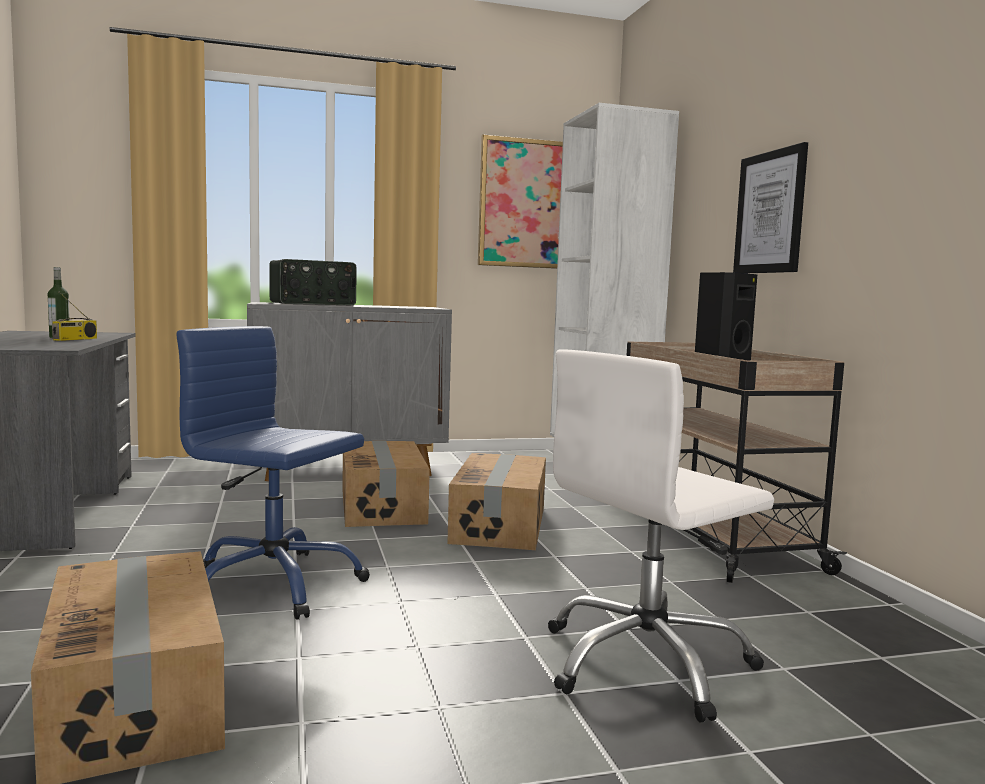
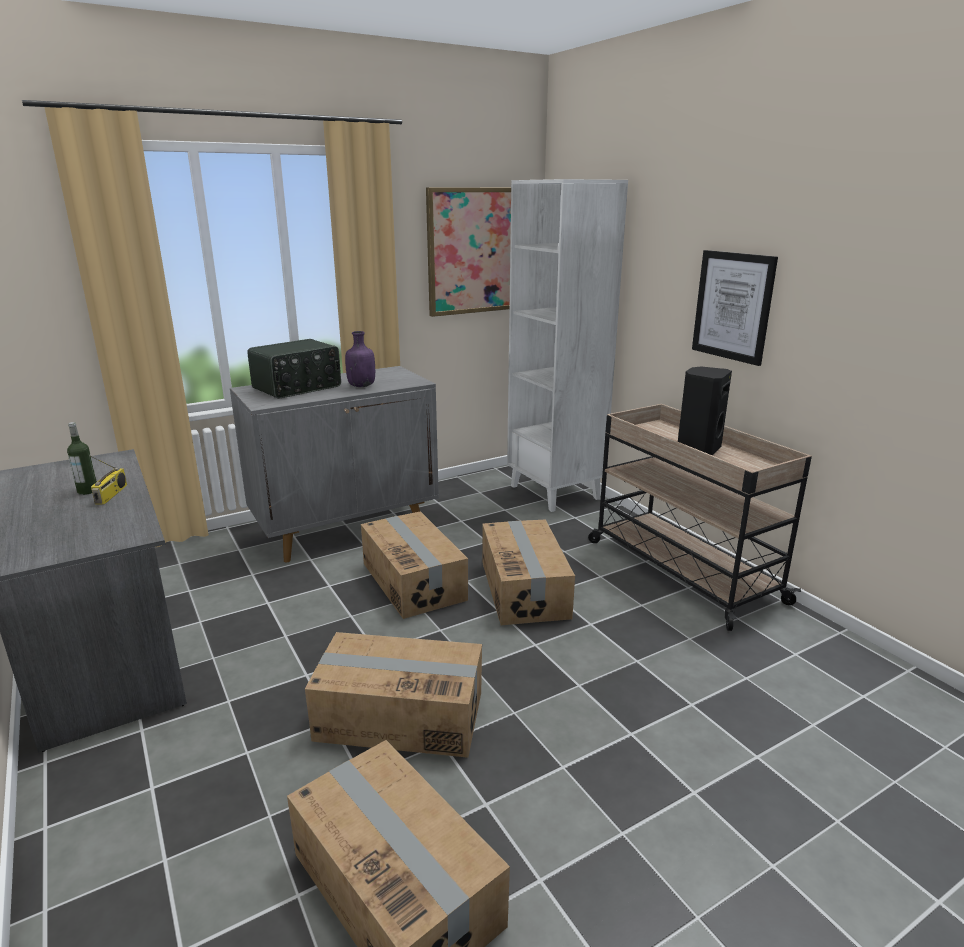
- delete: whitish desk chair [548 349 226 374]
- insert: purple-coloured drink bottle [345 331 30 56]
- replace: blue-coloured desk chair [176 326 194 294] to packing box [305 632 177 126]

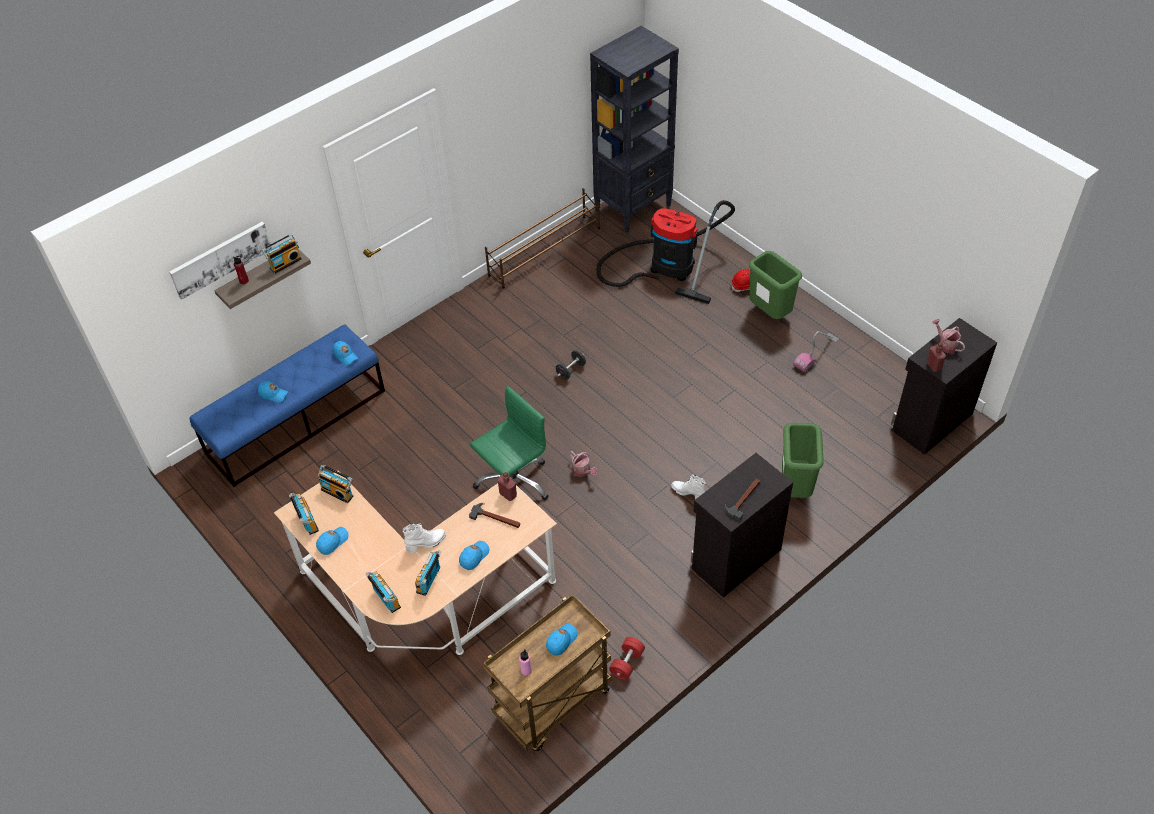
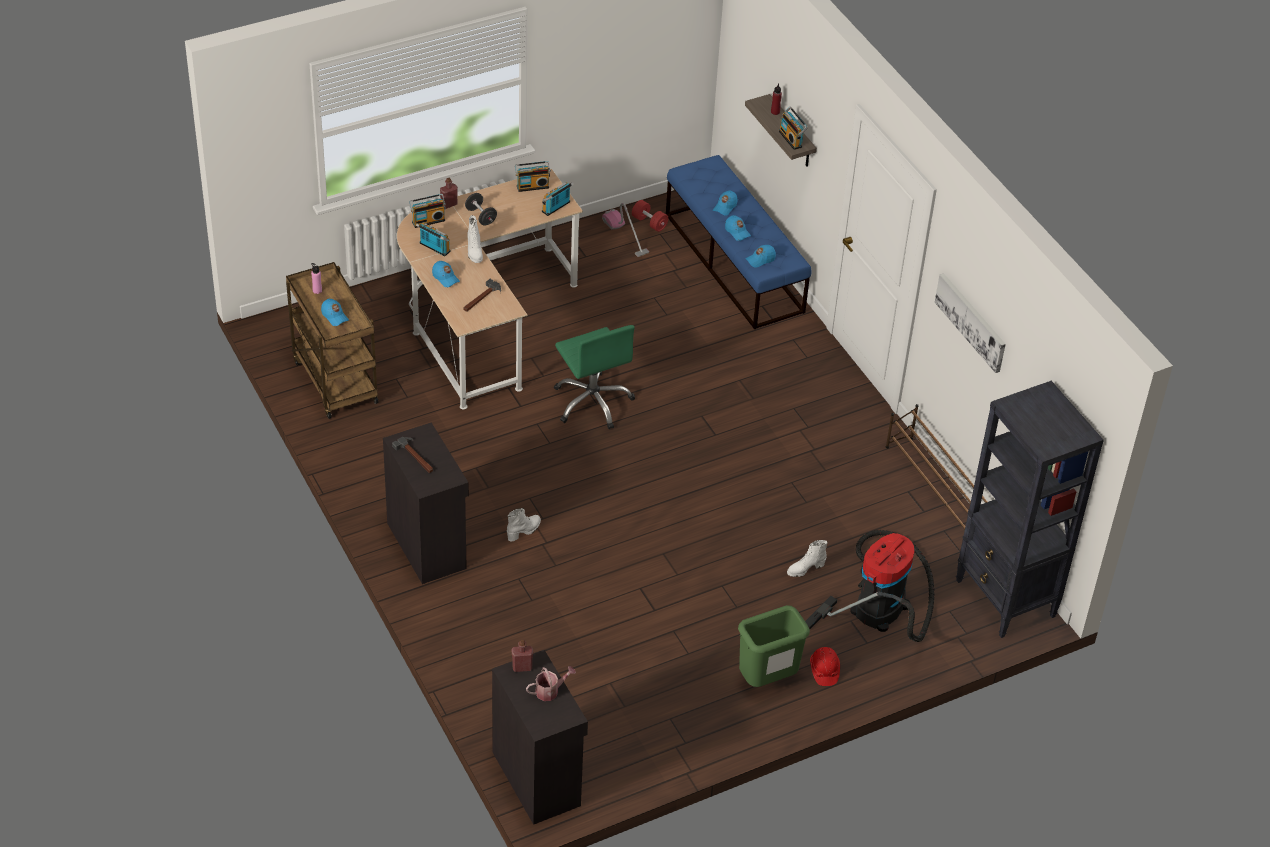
- delete: watering can [570 451 28 26]
- delete: greenish waste bin [782 423 42 75]
- insert: whitish boot [787 540 41 37]
- move: picture [169 222 103 78] to [935 273 71 100]
- move: blue-coloured baseball cap [316 527 33 28] to [725 215 26 26]
- move: reddish drink bottle [498 472 19 29] to [440 178 18 31]
- move: black-coloured free weight [556 350 30 30] to [465 193 32 32]
- move: reddish free weight [609 637 36 43] to [632 200 36 32]
- move: vacuum [793 331 46 41] to [602 203 47 54]

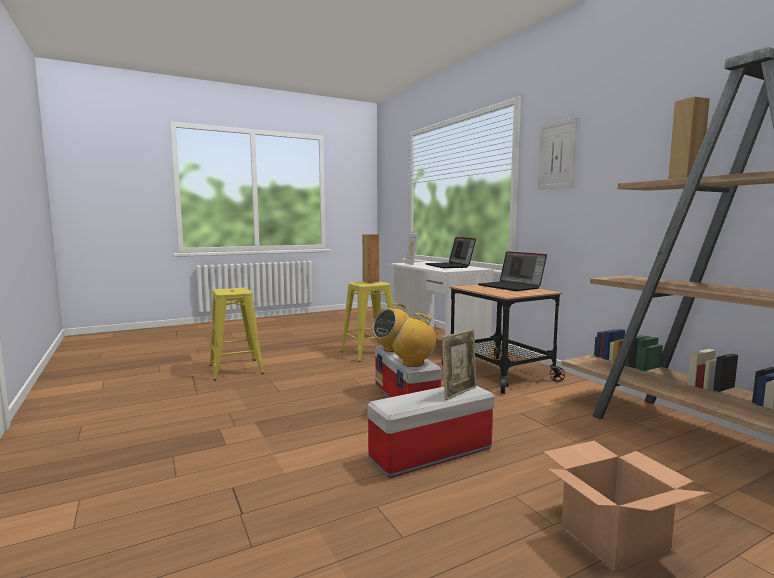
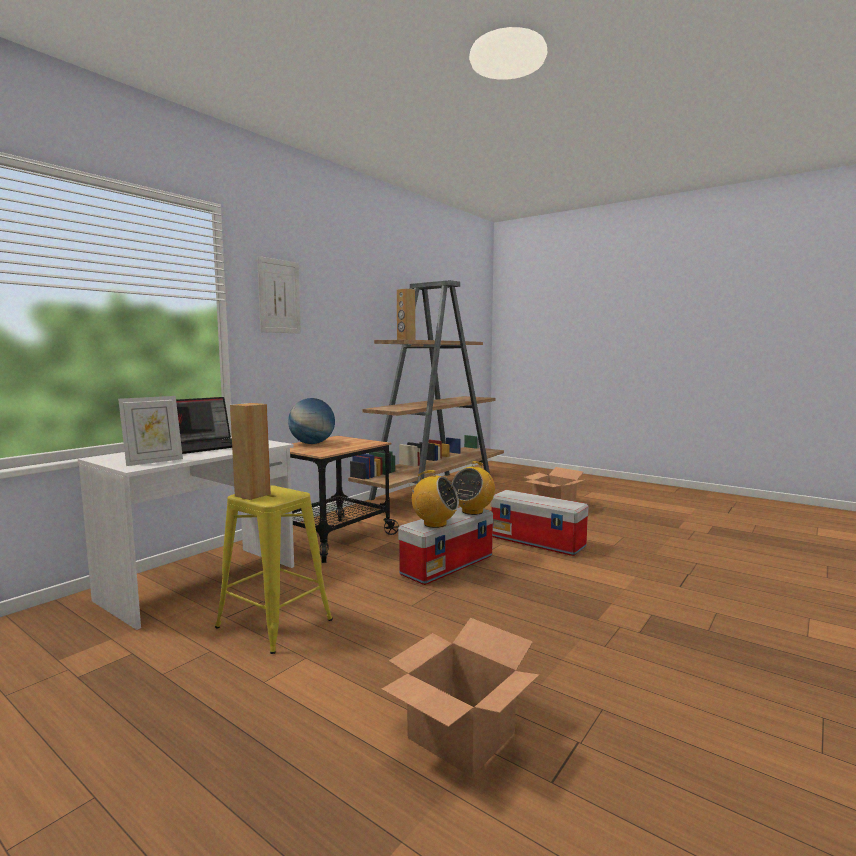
- delete: standing frame [442 329 34 71]
- replace: yellowish sitting stool [209 288 55 92] to packing box [381 618 158 159]
- replace: laptop [478 251 69 40] to globe [288 398 47 46]
- rotate: radio [392 313 45 54] = [452 461 43 54] 45 degrees clockwise

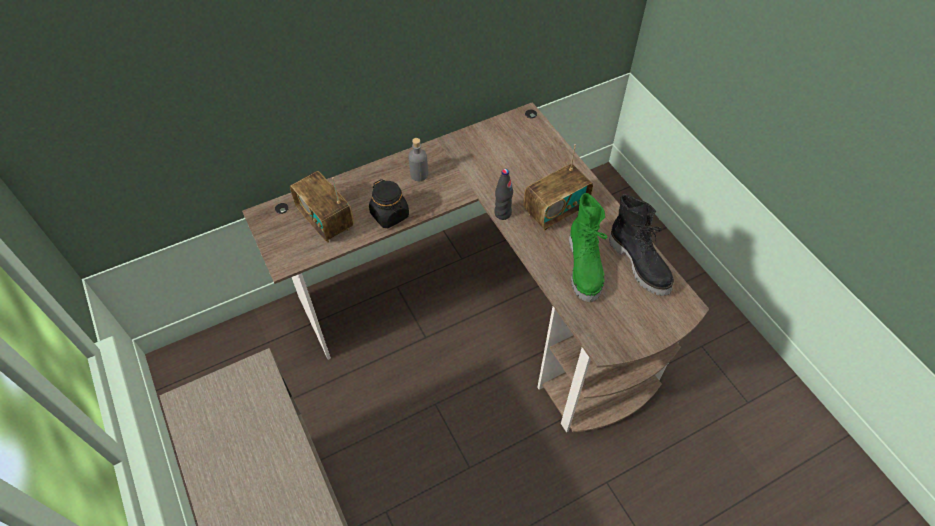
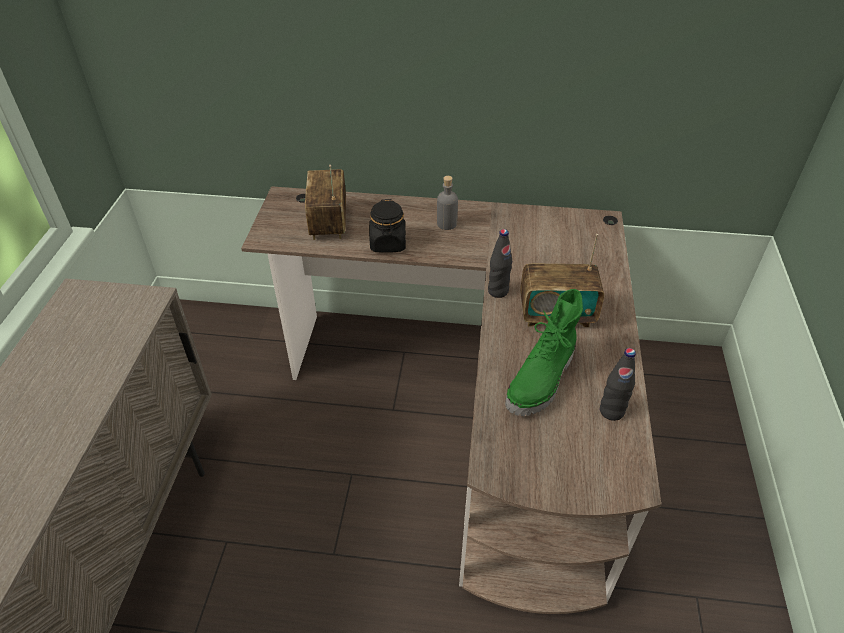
- replace: black-coloured boot [609 195 65 101] to black-coloured drink bottle [600 348 36 73]

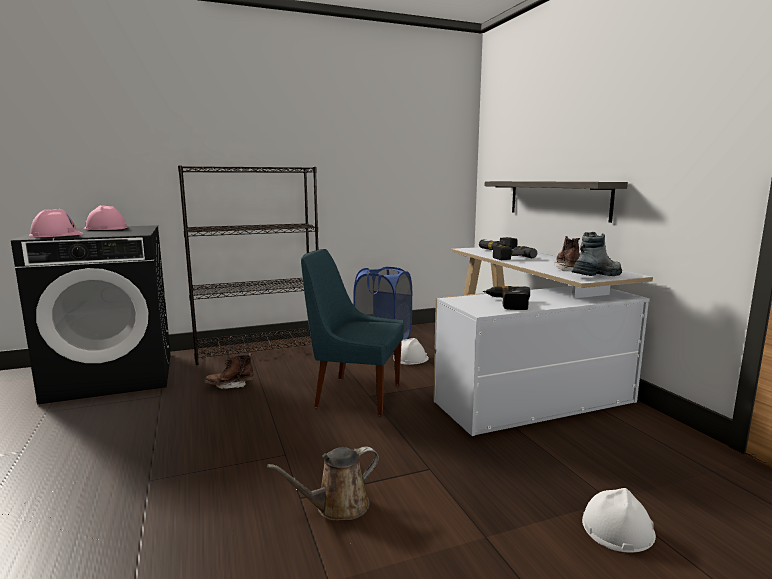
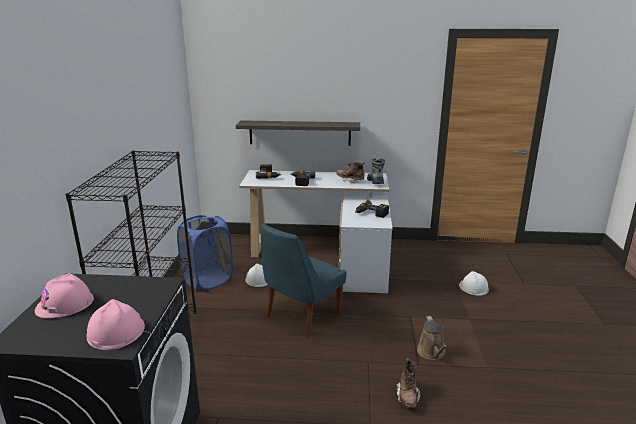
- move: brownish boot [204 353 50 36] to [396 358 24 50]

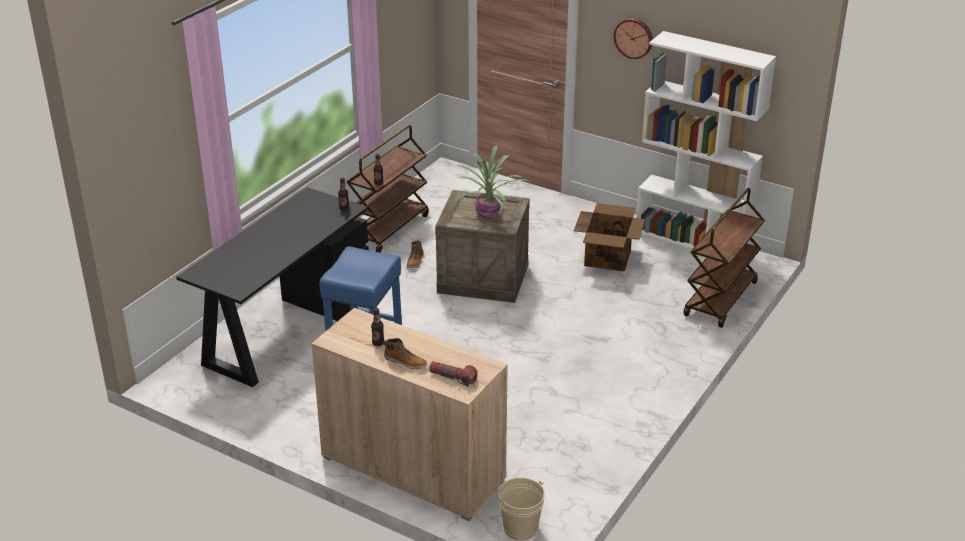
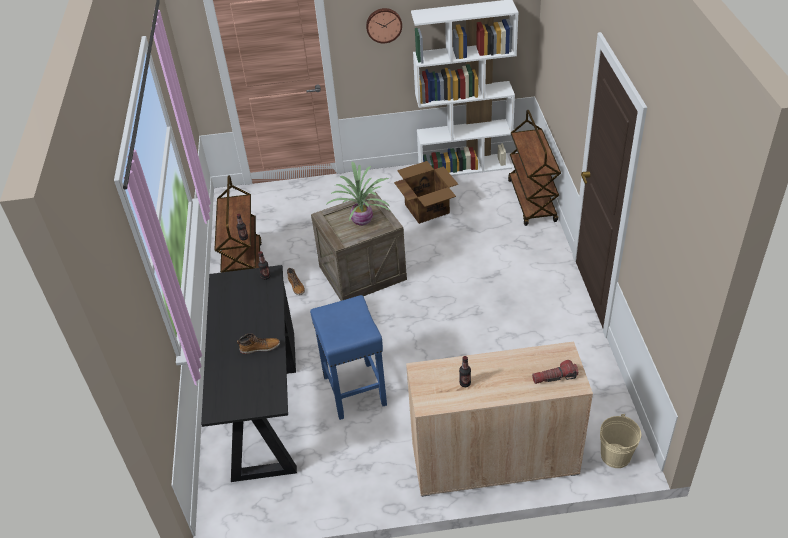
- move: boot [383 338 44 31] to [237 333 43 21]

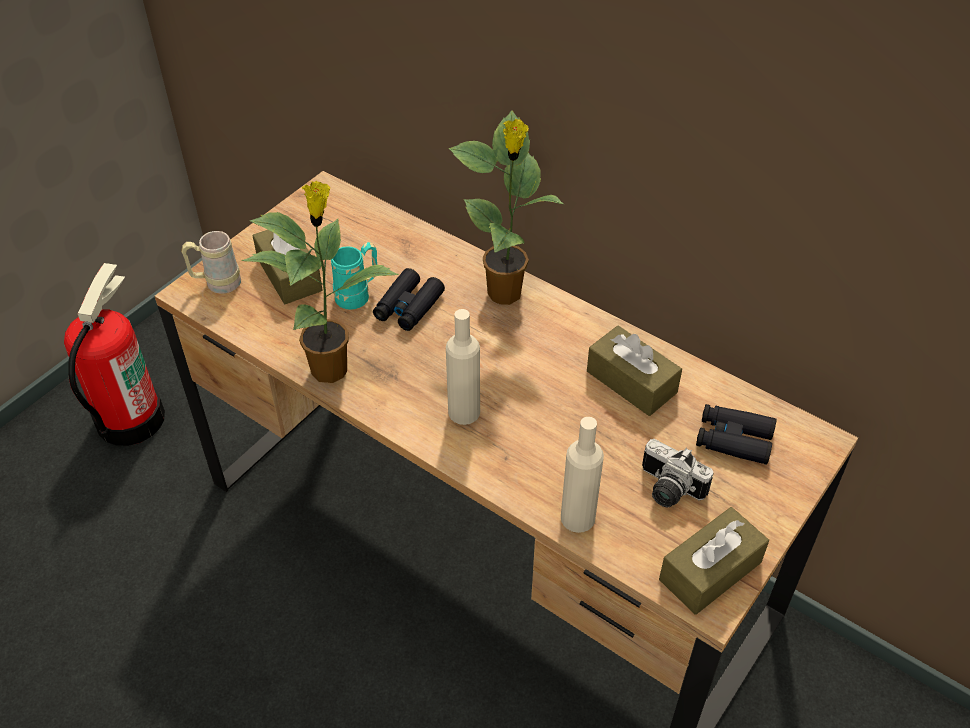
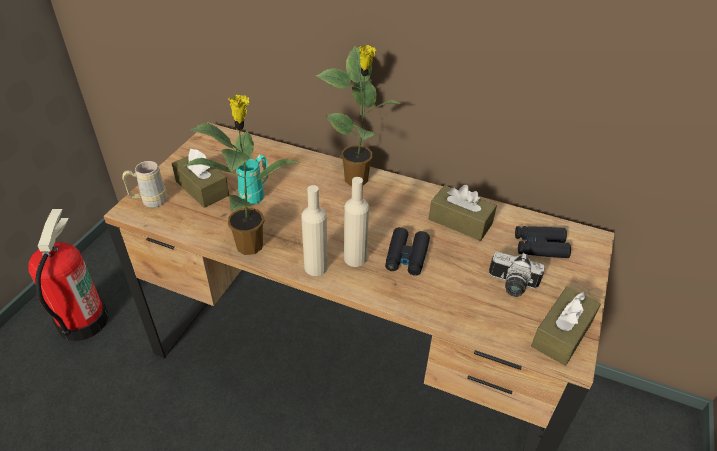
- move: black-coloured field glasses [373 268 72 63] to [385 227 45 49]
- move: beige drink bottle [561 417 43 116] to [301 185 27 91]

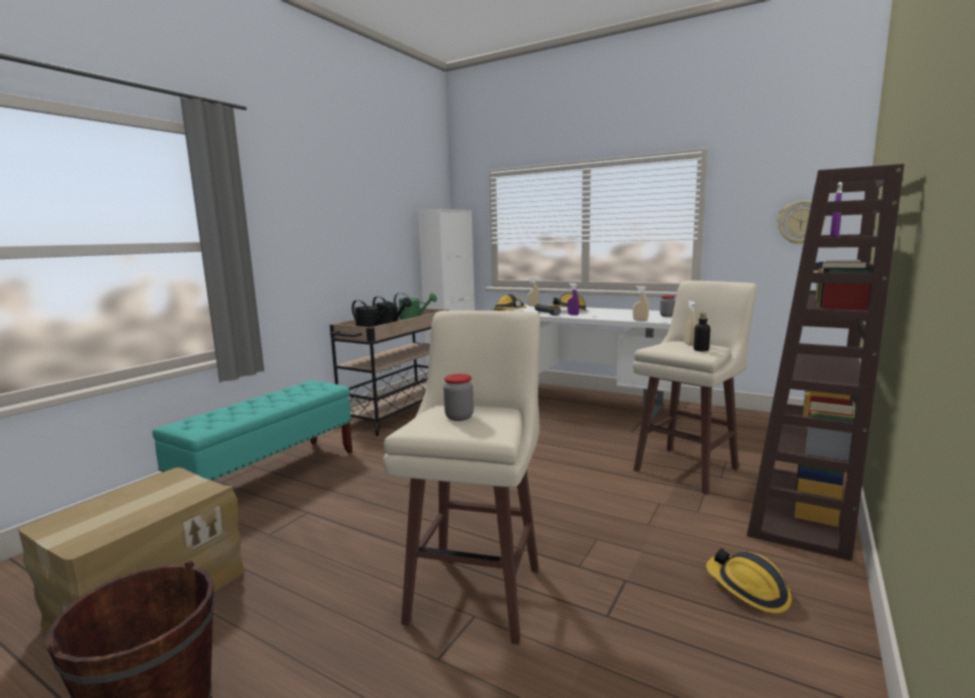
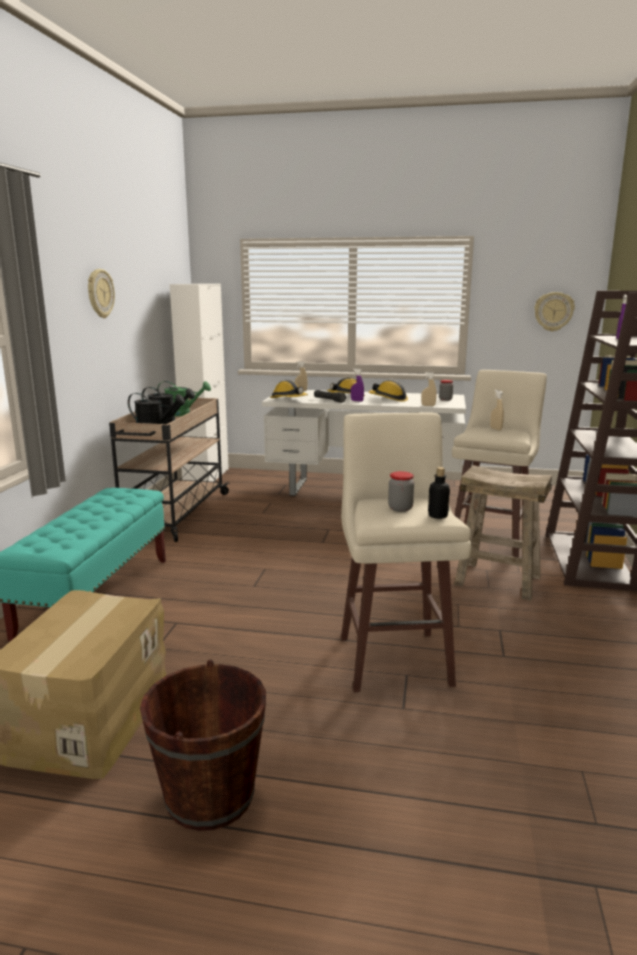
- insert: wall clock [88 269 27 49]
- insert: beige sitting stool [454 465 98 136]
- move: drink bottle [694 313 16 38] to [428 467 22 52]
- move: hard hat [706 548 86 65] to [369 380 39 22]

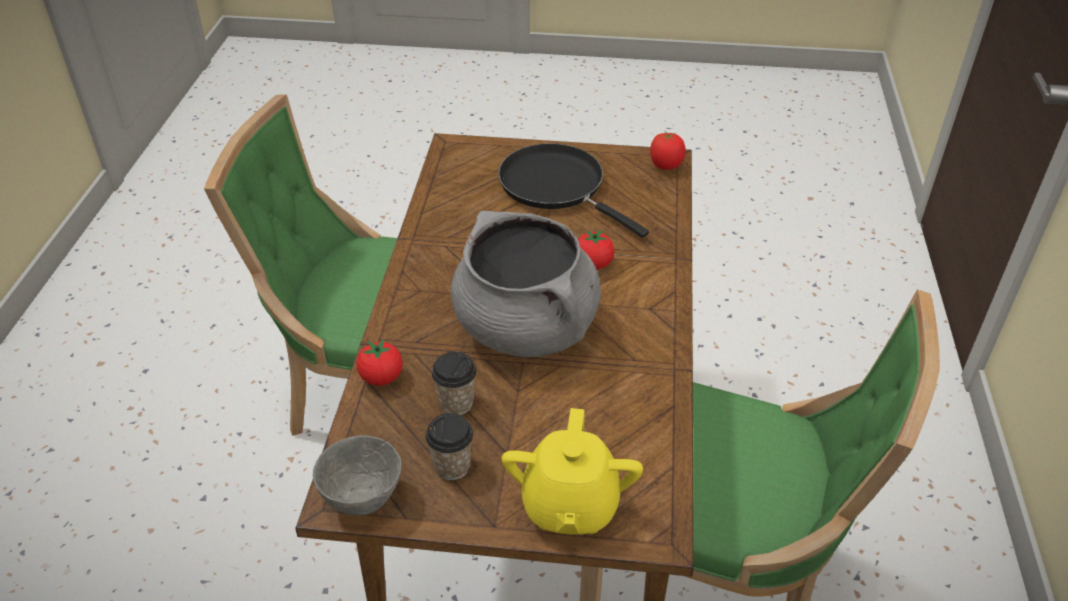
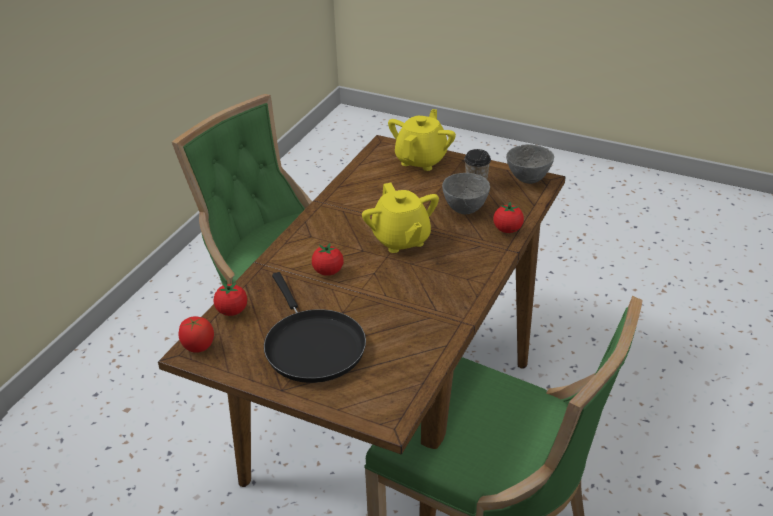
- insert: tomato [213 283 35 33]
- replace: drinking cup [431 352 46 63] to gray deep dish [442 173 48 41]
- replace: gray cooking pot [451 211 150 146] to yellowish teapot [362 183 77 70]

